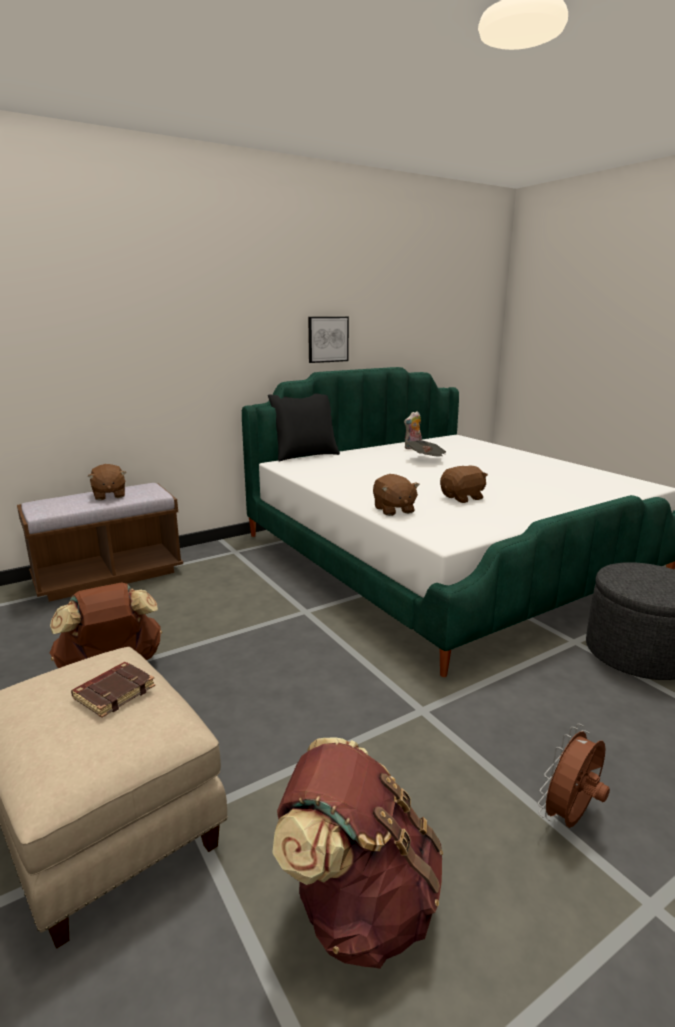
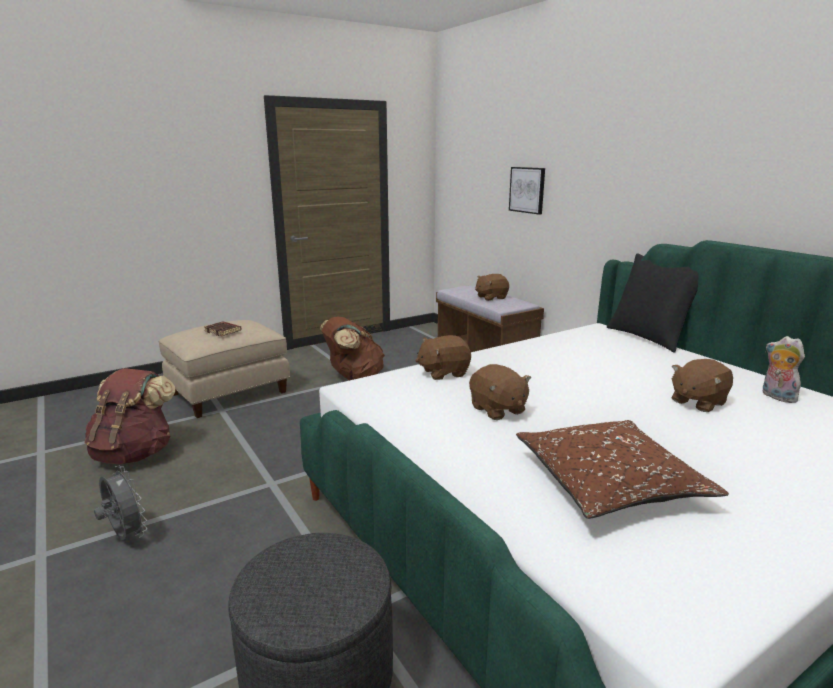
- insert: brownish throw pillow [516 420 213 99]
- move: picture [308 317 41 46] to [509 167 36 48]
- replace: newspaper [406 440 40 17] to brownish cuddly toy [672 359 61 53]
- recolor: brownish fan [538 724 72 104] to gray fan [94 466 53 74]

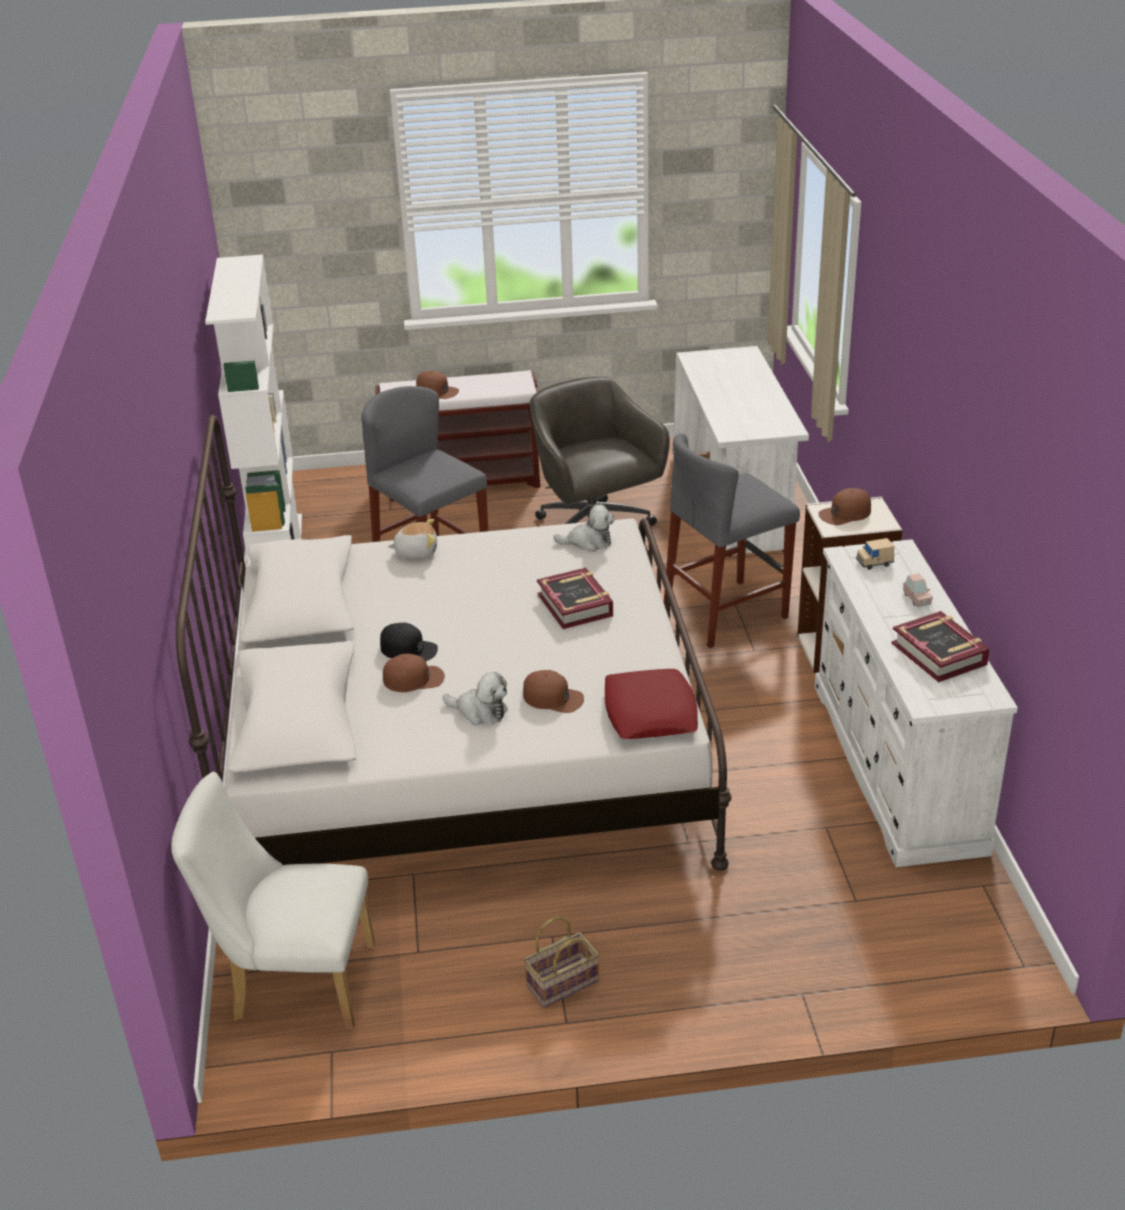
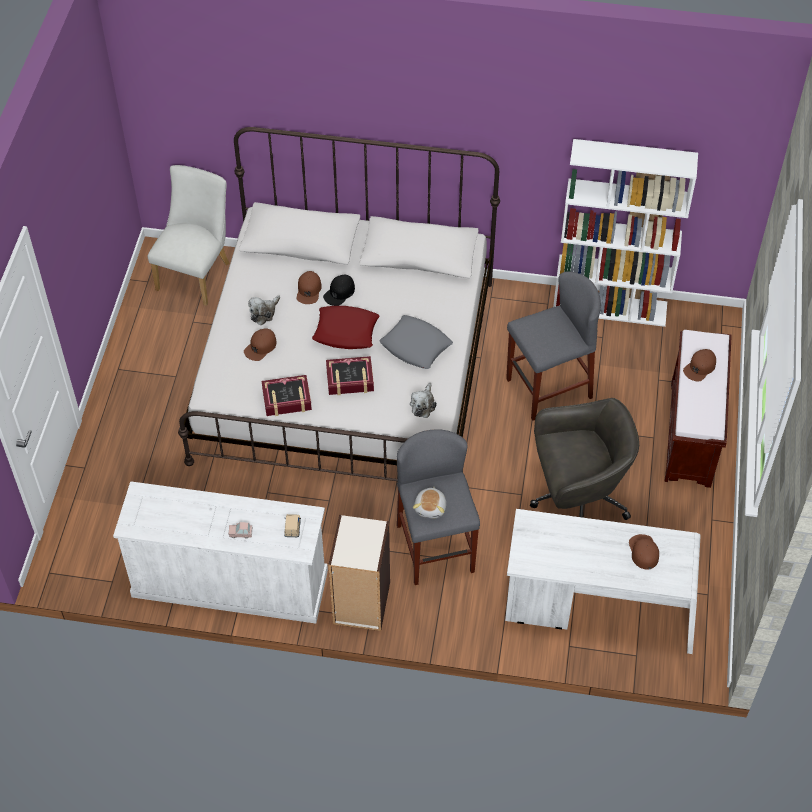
- delete: storage basket [524 917 75 90]
- insert: gray throw pillow [379 315 74 54]
- move: cuddly toy [388 519 49 40] to [413 487 33 31]
- move: reddish throw pillow [605 669 93 70] to [312 306 68 43]
- move: brownish baseball cap [819 488 52 37] to [629 534 30 36]
- move: book [891 611 99 71] to [261 375 51 41]

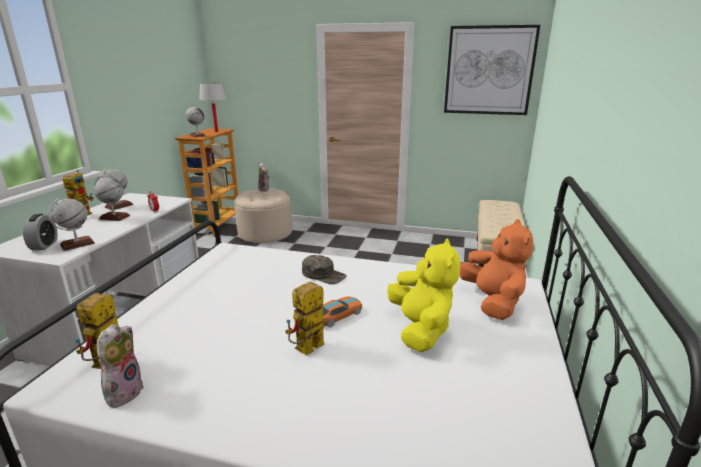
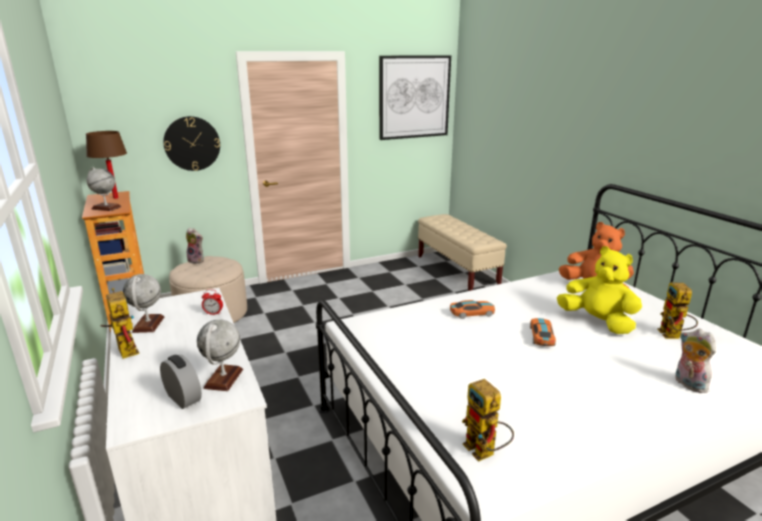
- delete: globe [94 176 36 45]
- insert: wall clock [163 116 57 55]
- move: cuddly toy [97 324 47 84] to [675 329 41 64]
- move: toy robot [285 281 39 74] to [657 283 41 56]
- replace: greenish baseball cap [302 255 45 29] to toy car [450 300 45 19]
- recolor: whitish lamp for a table [199 83 27 49] to brownish lamp for a table [86 131 41 68]

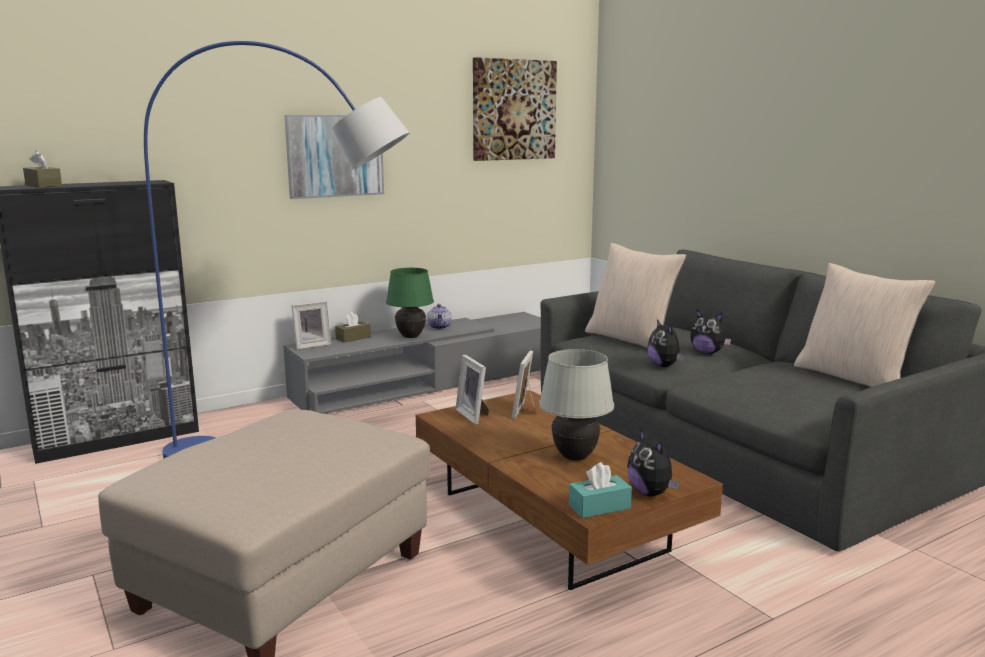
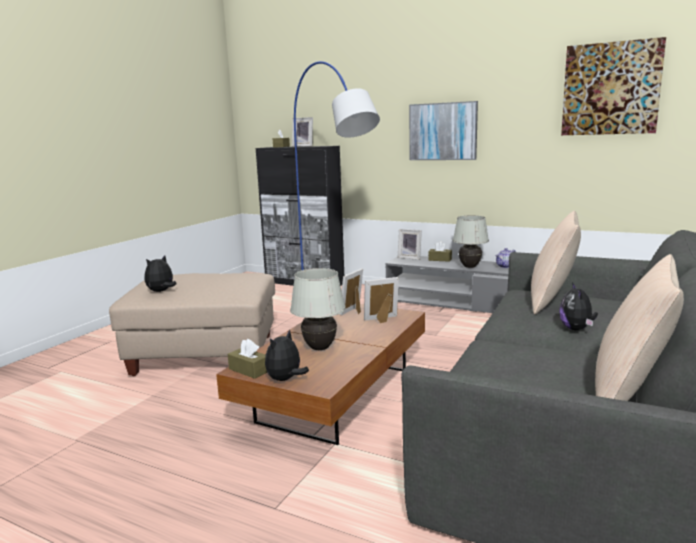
- insert: standing frame [292 117 21 30]
- move: cuddly toy [648 320 36 47] to [145 255 32 37]
- recolor: greenish lamp for a table [386 268 48 70] to whitish lamp for a table [453 215 36 53]
- recolor: turquoise box of tissues [569 462 63 56] to brownish box of tissues [228 339 39 40]

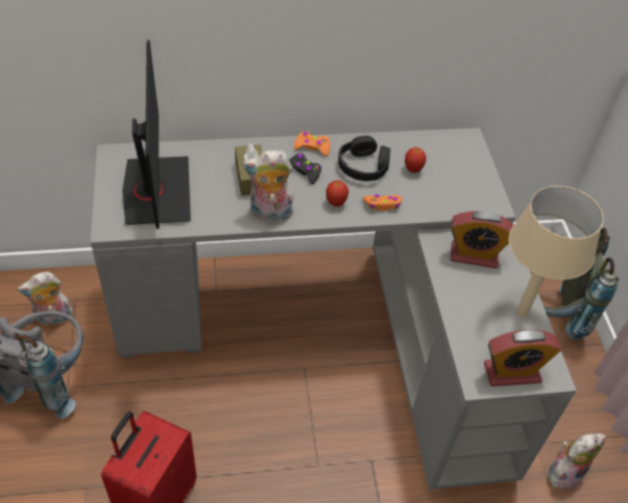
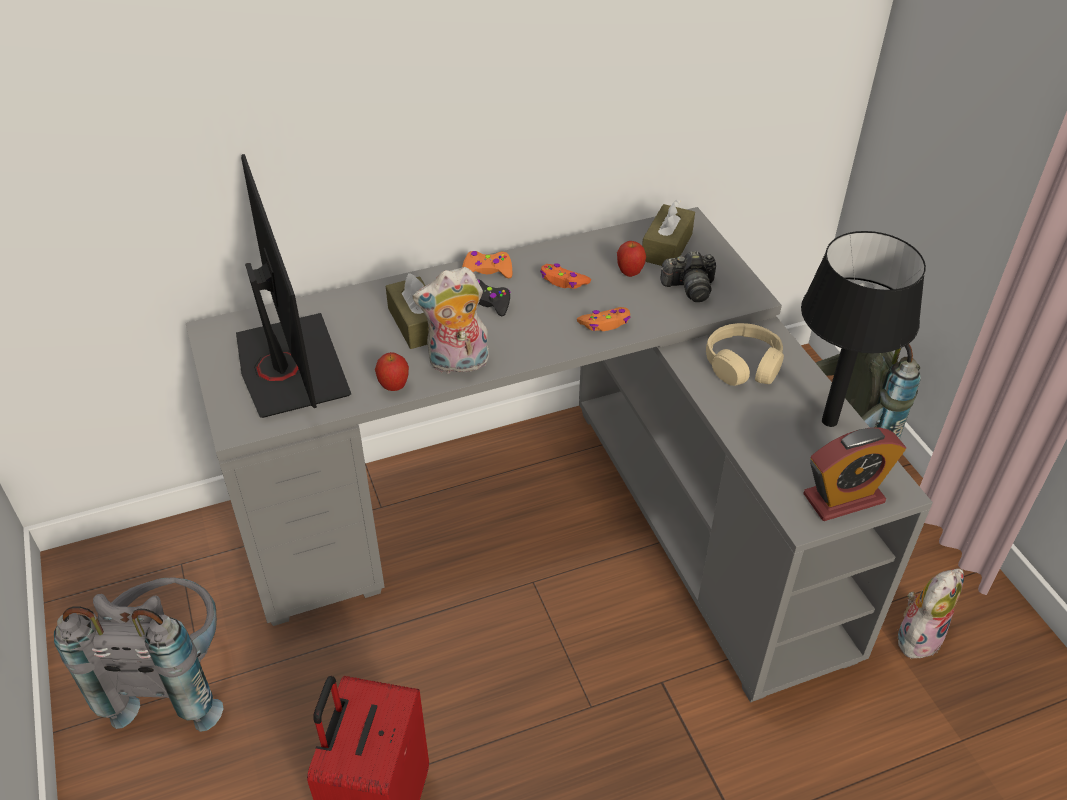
- delete: cuddly toy [17 272 56 54]
- insert: brownish box of tissues [642 199 53 67]
- insert: photo camera [660 251 56 51]
- move: whole apple [326 180 23 27] to [375 352 34 39]
- replace: black-coloured pair of headphones [338 136 52 45] to orange-coloured game controller [540 263 51 26]
- replace: table clock [451 211 63 57] to beige pair of headphones [706 323 78 63]
- recolor: beige lamp for a table [509 186 95 131] to black-coloured lamp for a table [801 231 125 196]

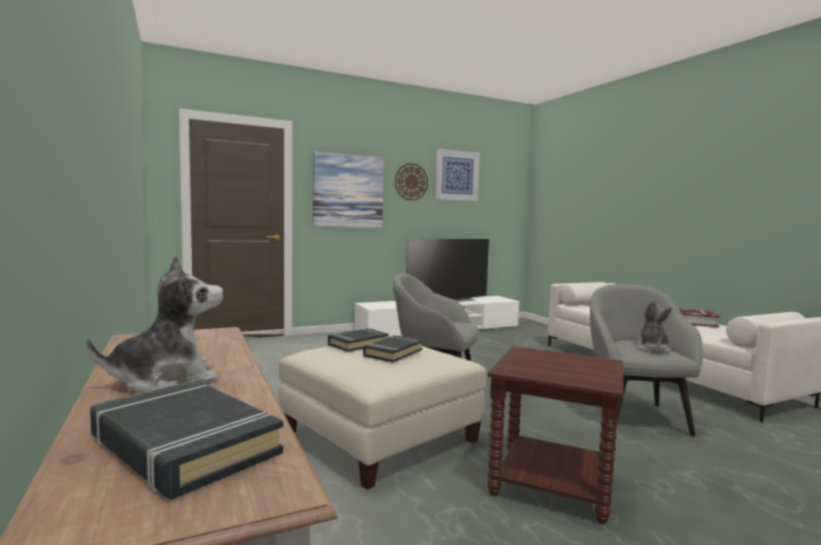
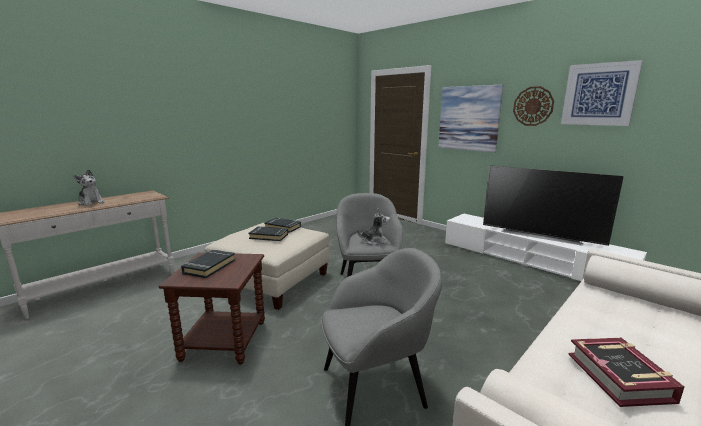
- move: black-coloured book [90 380 193 119] to [181 250 54 28]
- move: cuddly toy [636 299 36 54] to [357 209 33 36]

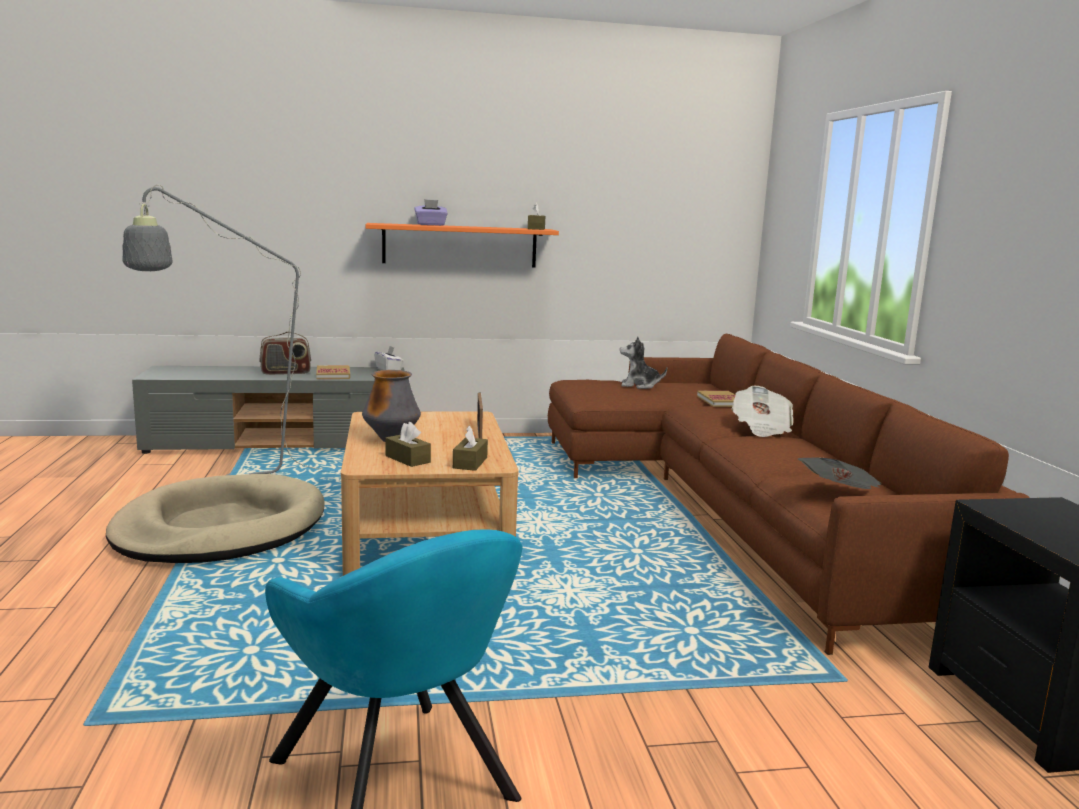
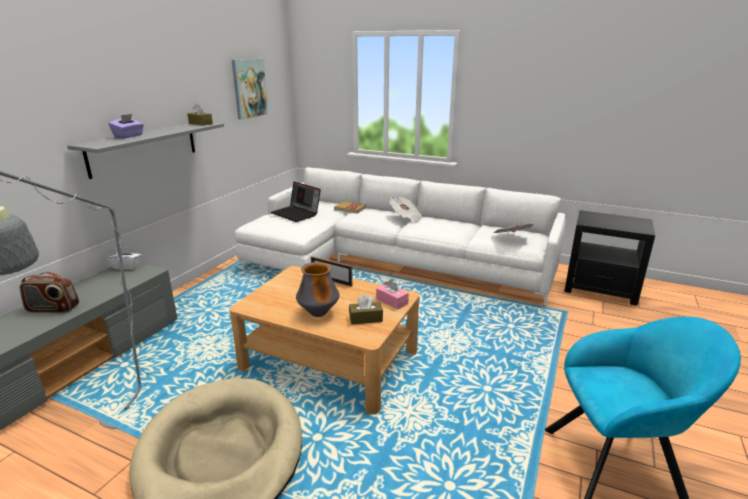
- delete: book [316 365 34 14]
- insert: picture [232 59 36 60]
- replace: cuddly toy [620 336 47 53] to laptop [271 182 50 40]
- recolor: orange-coloured bracket shelf [365 223 194 44] to gray bracket shelf [67 123 157 56]
- recolor: brownish box of tissues [453 425 35 46] to pinkish box of tissues [377 279 32 31]
- recolor: brownish settee [548 334 482 321] to whitish settee [235 167 331 139]
- rotate: radio [259 332 52 43] = [20 272 59 41] 75 degrees clockwise

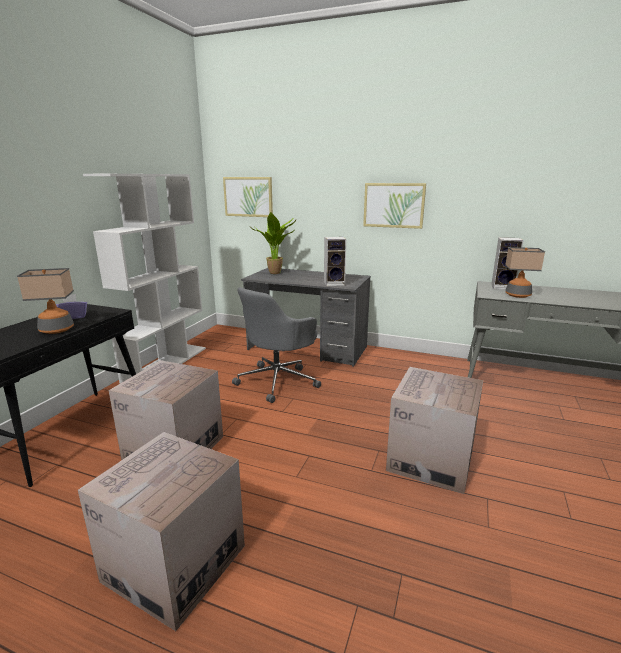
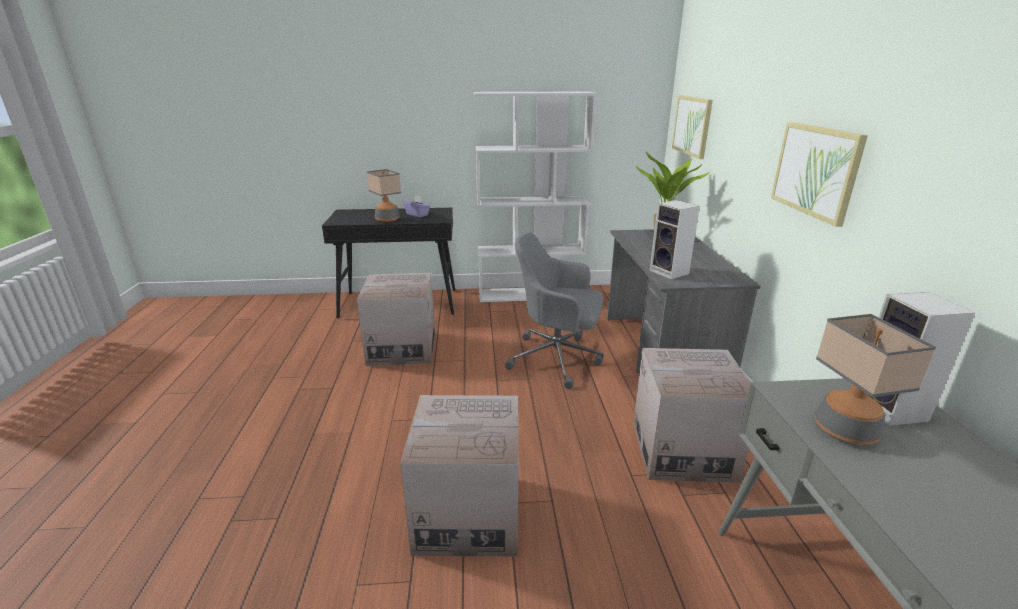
- move: packing box [78 432 167 199] to [633 348 118 135]

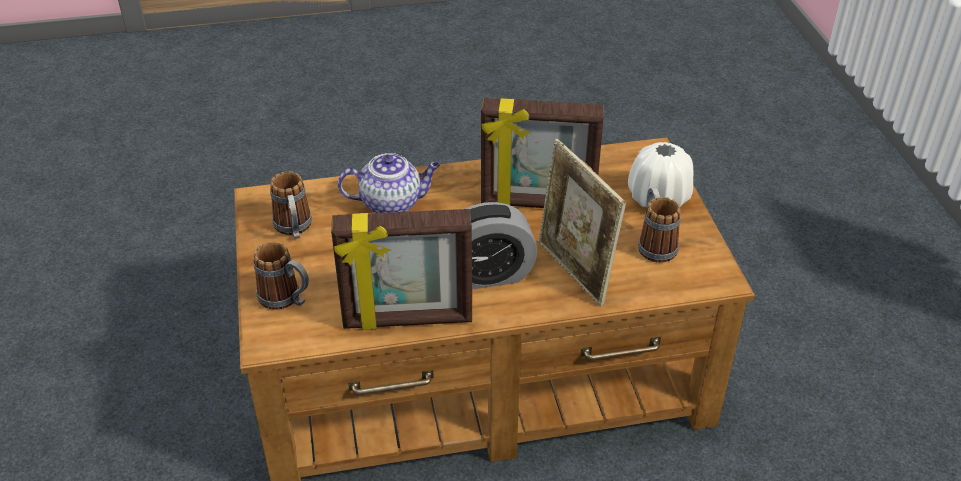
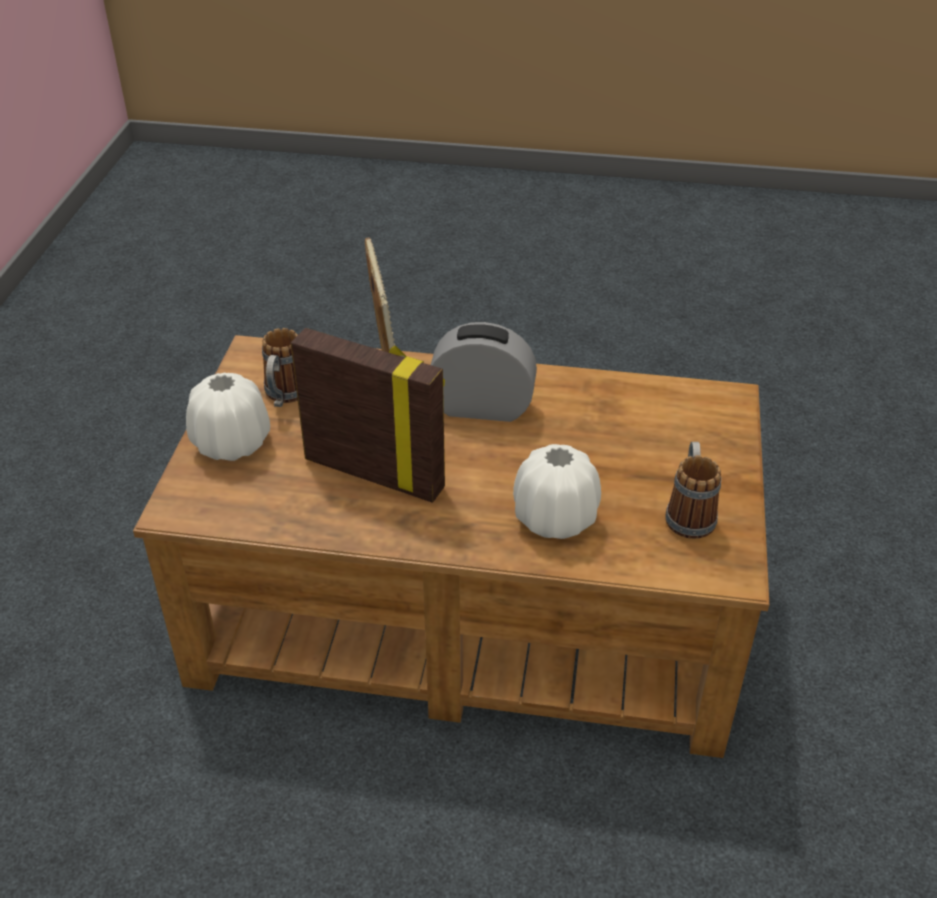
- delete: coffee mug [254 241 55 69]
- delete: standing frame [331 209 141 121]
- replace: teapot [338 153 102 60] to whitish vase [513 444 88 95]

